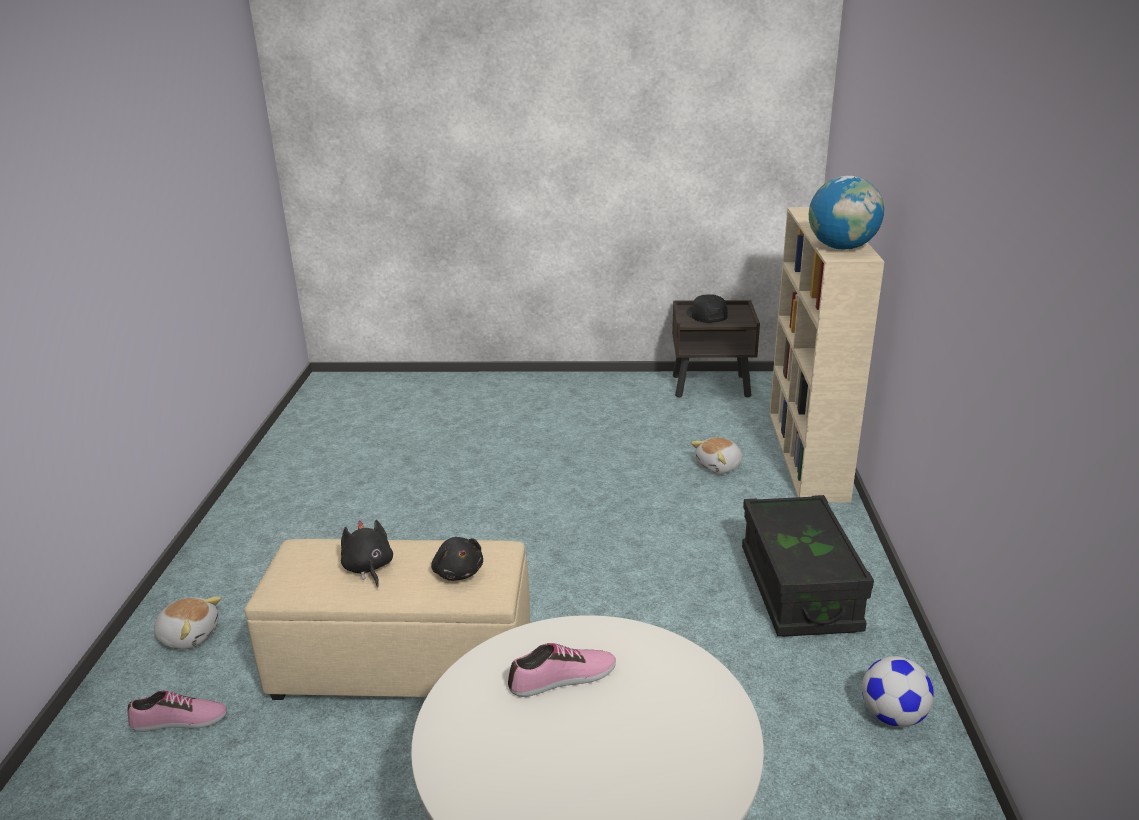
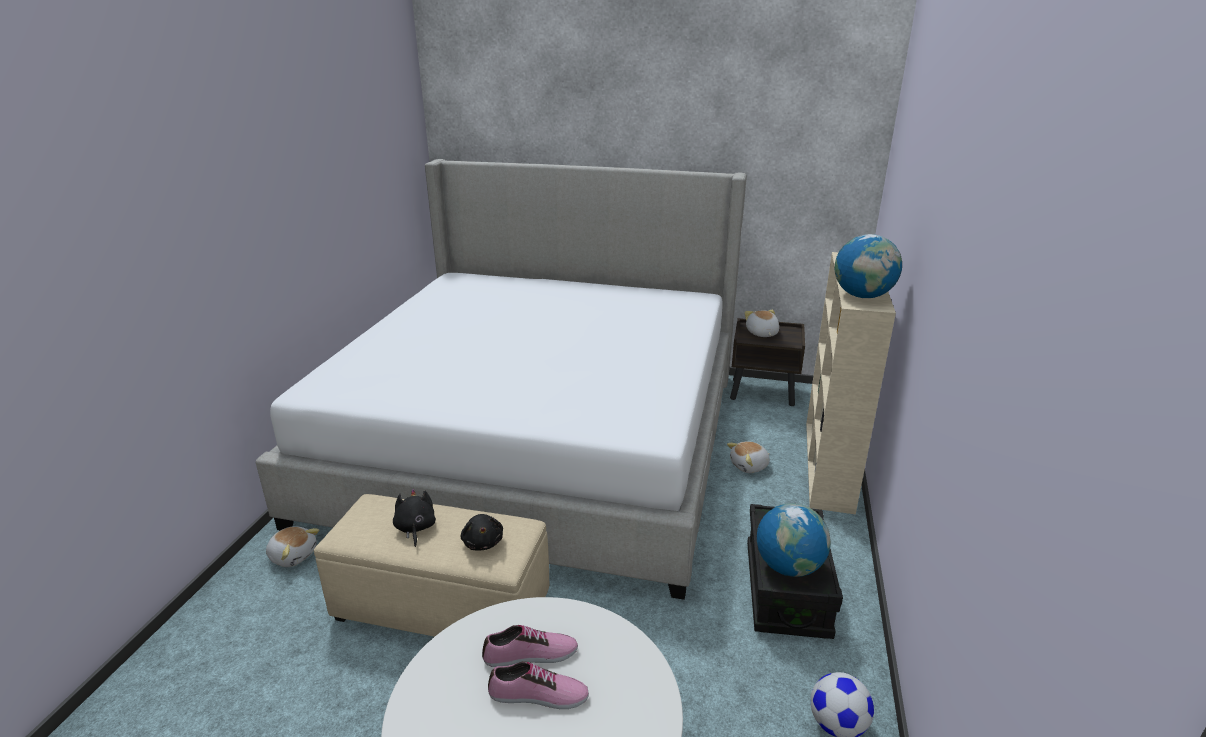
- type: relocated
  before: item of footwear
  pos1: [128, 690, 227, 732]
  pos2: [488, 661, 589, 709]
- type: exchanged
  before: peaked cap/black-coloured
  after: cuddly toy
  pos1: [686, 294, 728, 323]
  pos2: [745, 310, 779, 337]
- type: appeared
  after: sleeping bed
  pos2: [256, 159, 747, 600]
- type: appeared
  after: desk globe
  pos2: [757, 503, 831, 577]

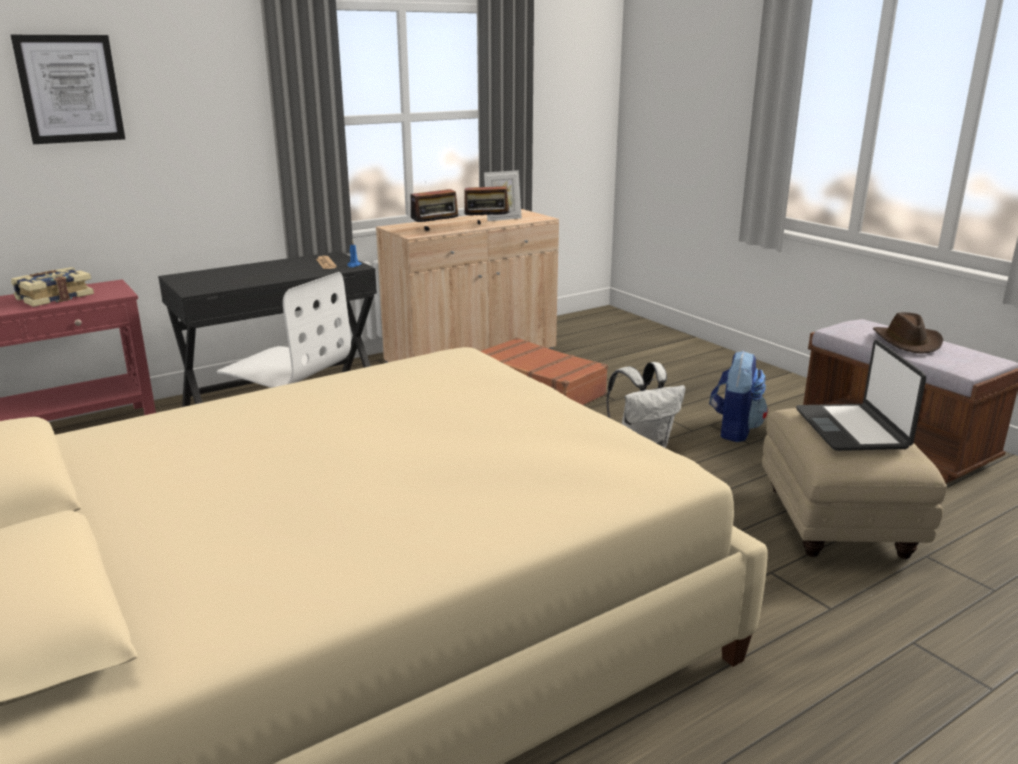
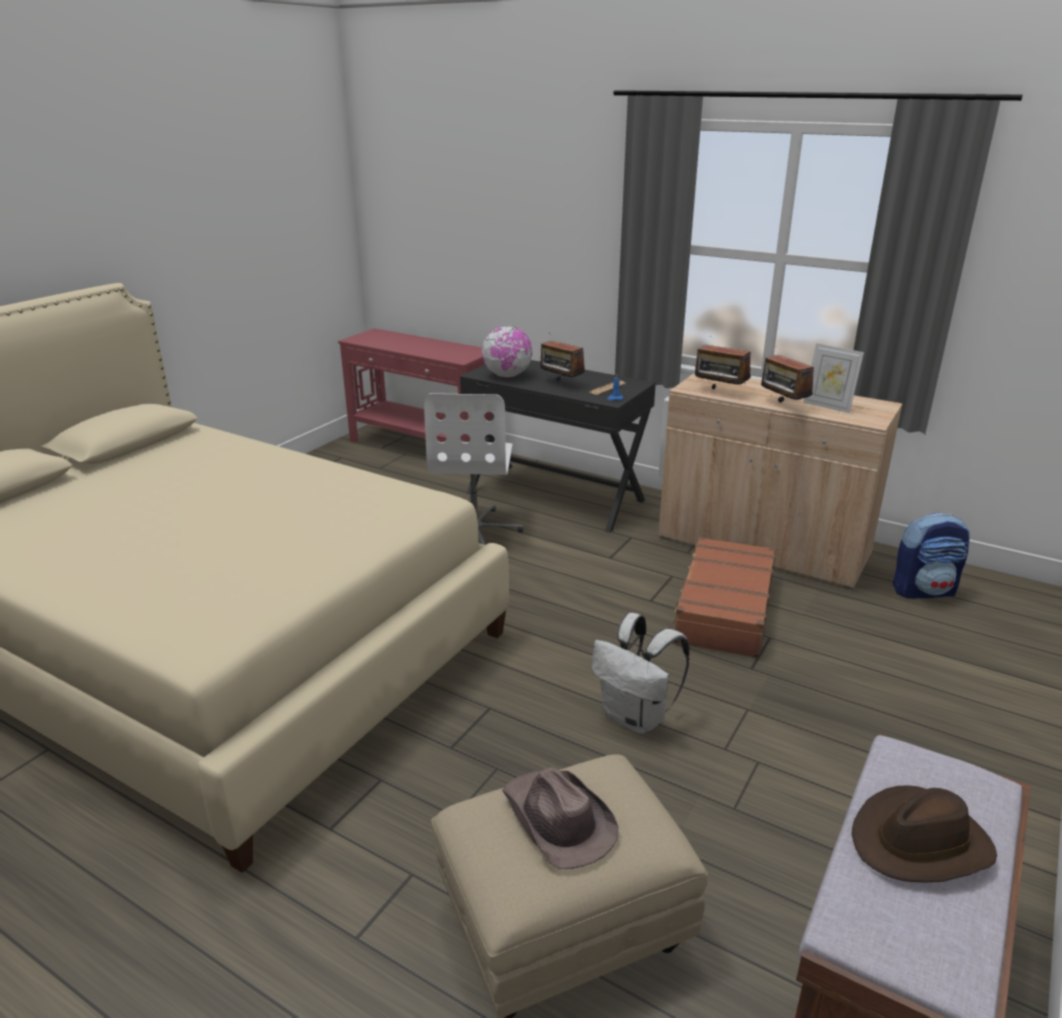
- type: missing
  before: wall picture
  pos1: [11, 35, 125, 144]
- type: missing
  before: volume
  pos1: [11, 267, 94, 307]
- type: relocated
  before: backpack
  pos1: [709, 351, 768, 442]
  pos2: [893, 512, 970, 598]
- type: exchanged
  before: portable computer
  after: wearable hat/brown
  pos1: [796, 340, 926, 451]
  pos2: [502, 767, 619, 870]
- type: appeared
  after: desk globe
  pos2: [482, 326, 532, 377]
- type: appeared
  after: radio receiver
  pos2: [540, 340, 585, 381]

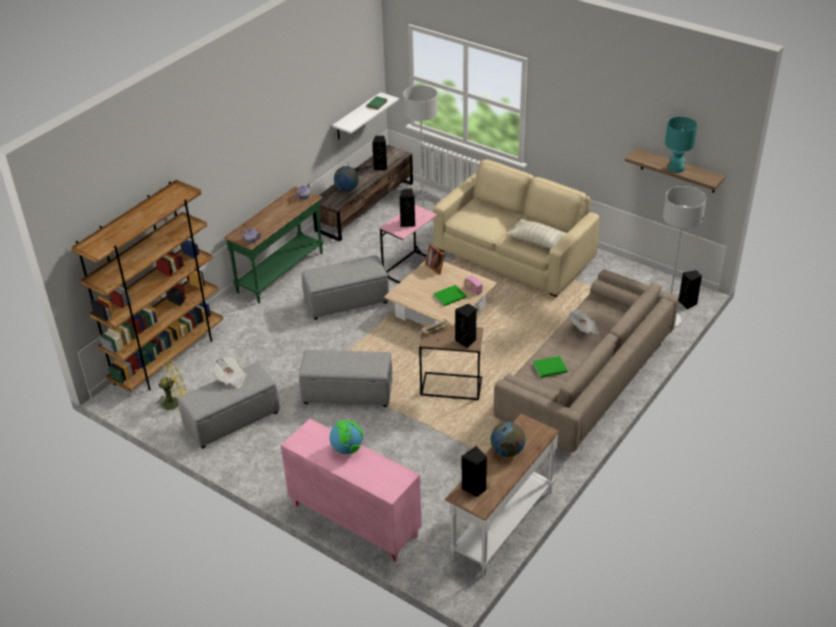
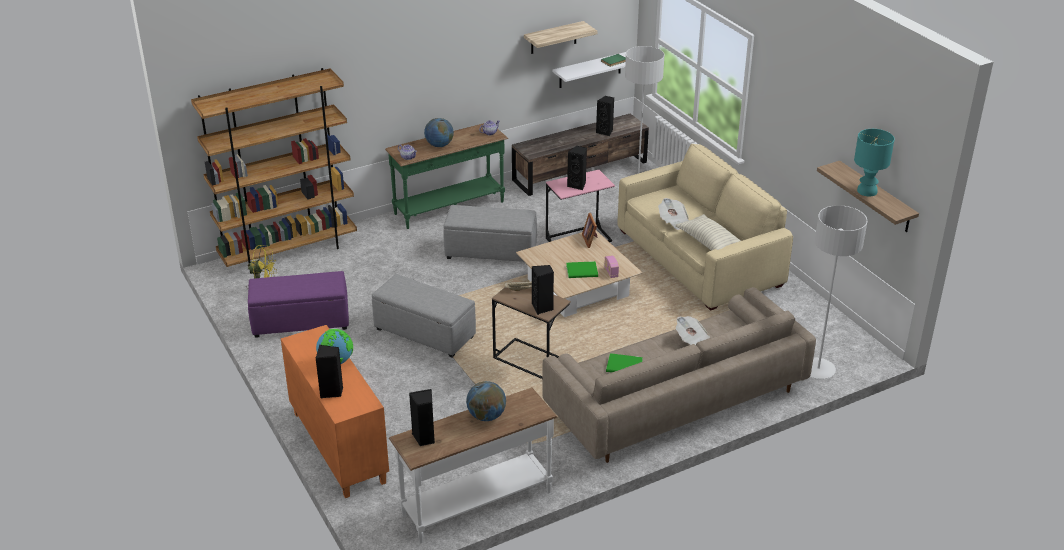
- type: colour
  before: footrest/grey
  after: footrest/purple
  pos1: [178, 362, 280, 449]
  pos2: [248, 271, 349, 338]
- type: relocated
  before: newspaper
  pos1: [213, 357, 247, 388]
  pos2: [658, 198, 689, 230]
- type: colour
  before: cupboard/pink-coloured
  after: cupboard/orangey
  pos1: [281, 419, 422, 563]
  pos2: [281, 325, 389, 498]
- type: relocated
  before: desk globe
  pos1: [334, 166, 359, 191]
  pos2: [424, 118, 454, 147]
- type: relocated
  before: audio speaker/black-coloured
  pos1: [679, 270, 702, 309]
  pos2: [316, 345, 343, 399]
- type: appeared
  after: bracket shelf
  pos2: [524, 21, 598, 54]

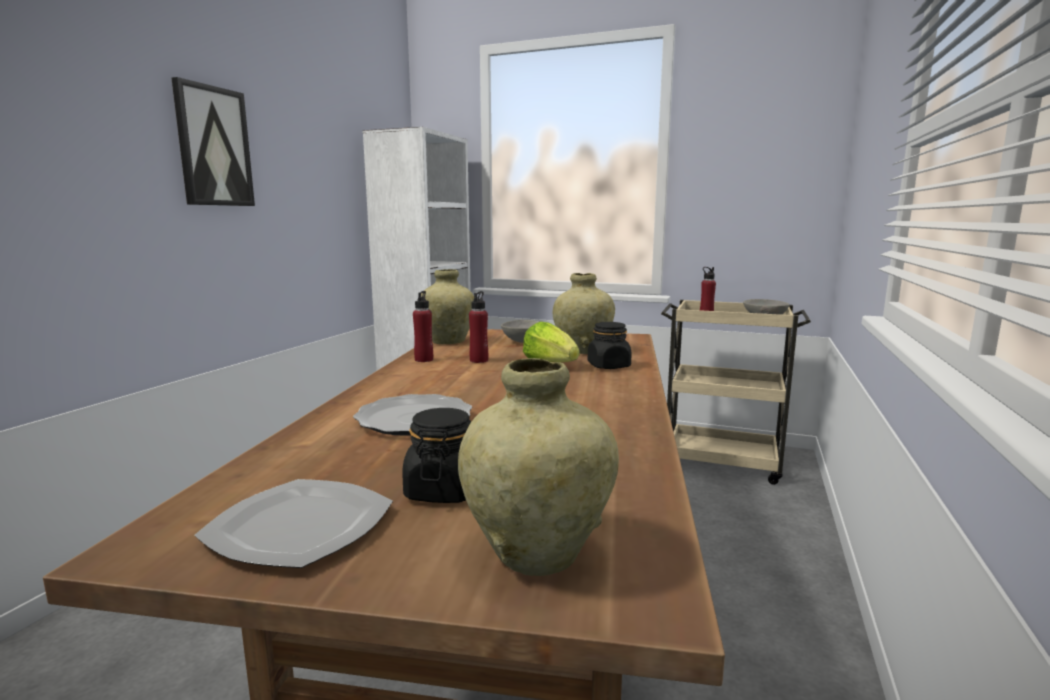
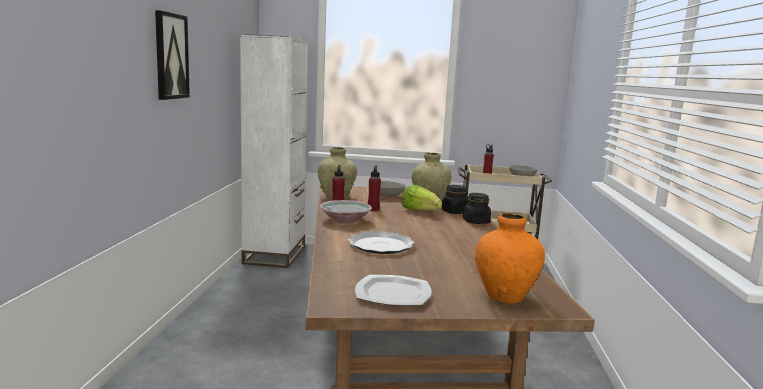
- type: relocated
  before: preserve jar/black-coloured
  pos1: [402, 408, 471, 503]
  pos2: [463, 193, 491, 224]
- type: colour
  before: flower vase/beige
  after: flower vase/orangey
  pos1: [458, 358, 619, 576]
  pos2: [475, 213, 545, 303]
- type: appeared
  after: bowl
  pos2: [320, 200, 372, 224]

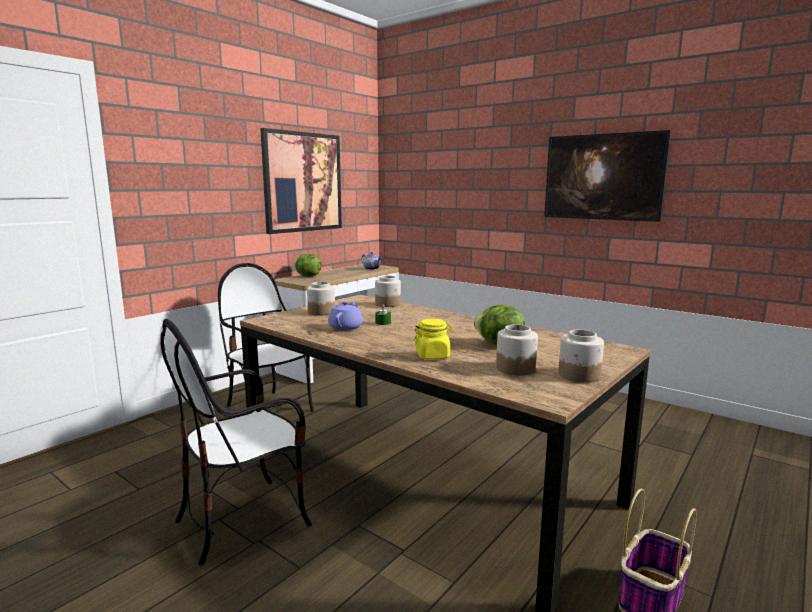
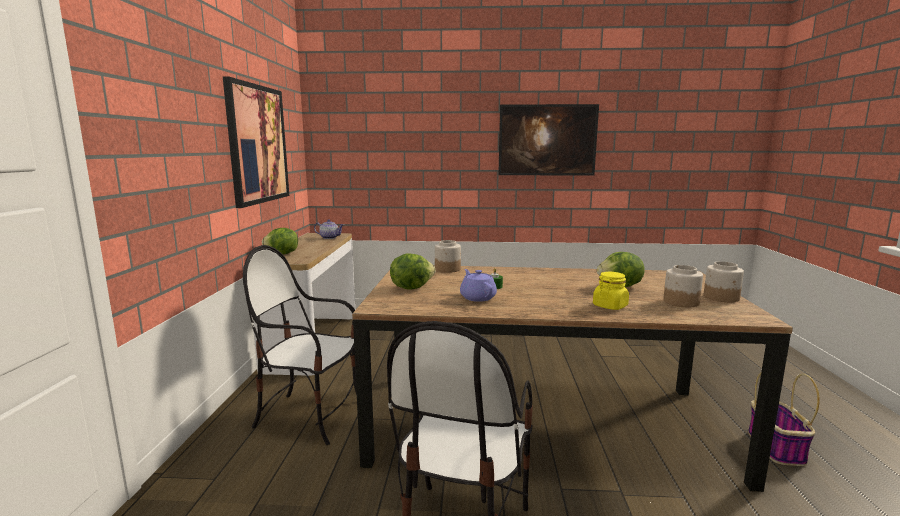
- type: exchanged
  before: preserve jar
  after: head of lettuce
  pos1: [307, 282, 335, 315]
  pos2: [390, 253, 435, 290]

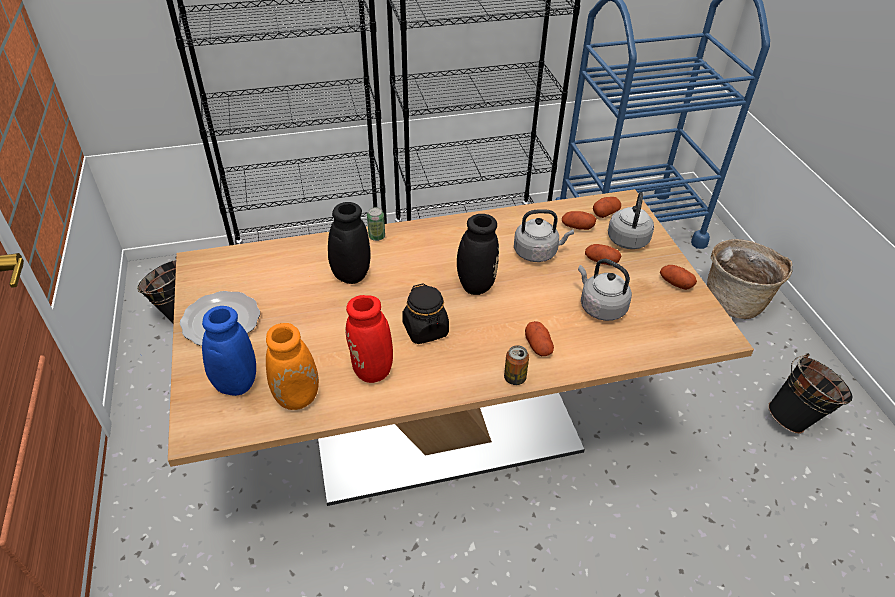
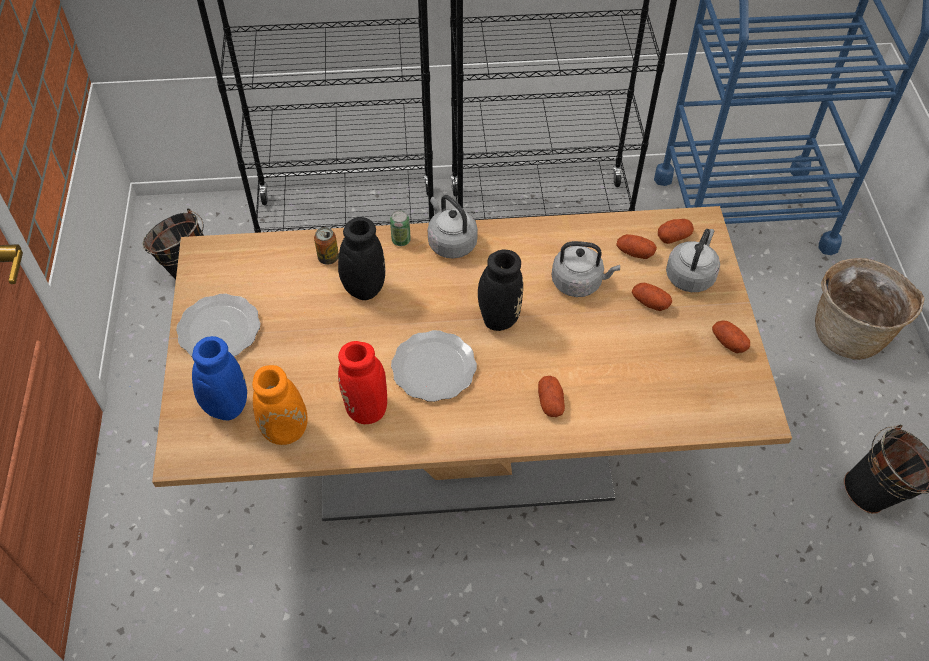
- type: exchanged
  before: preserve jar/black-coloured
  after: dinner plate
  pos1: [402, 283, 449, 344]
  pos2: [391, 330, 477, 402]
- type: relocated
  before: can
  pos1: [504, 345, 529, 385]
  pos2: [314, 227, 339, 265]
- type: relocated
  before: kettle/grey
  pos1: [578, 259, 632, 321]
  pos2: [428, 195, 478, 259]

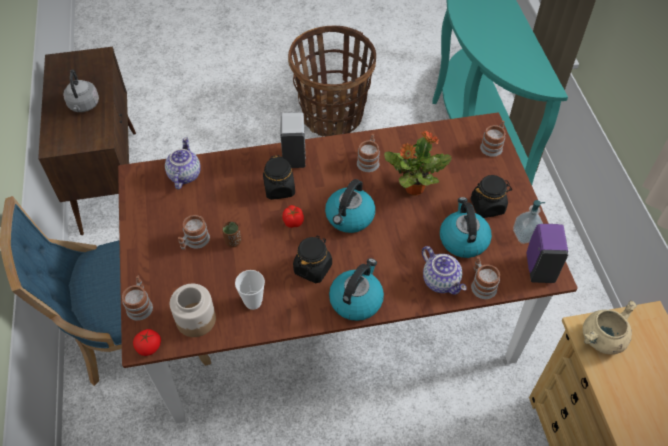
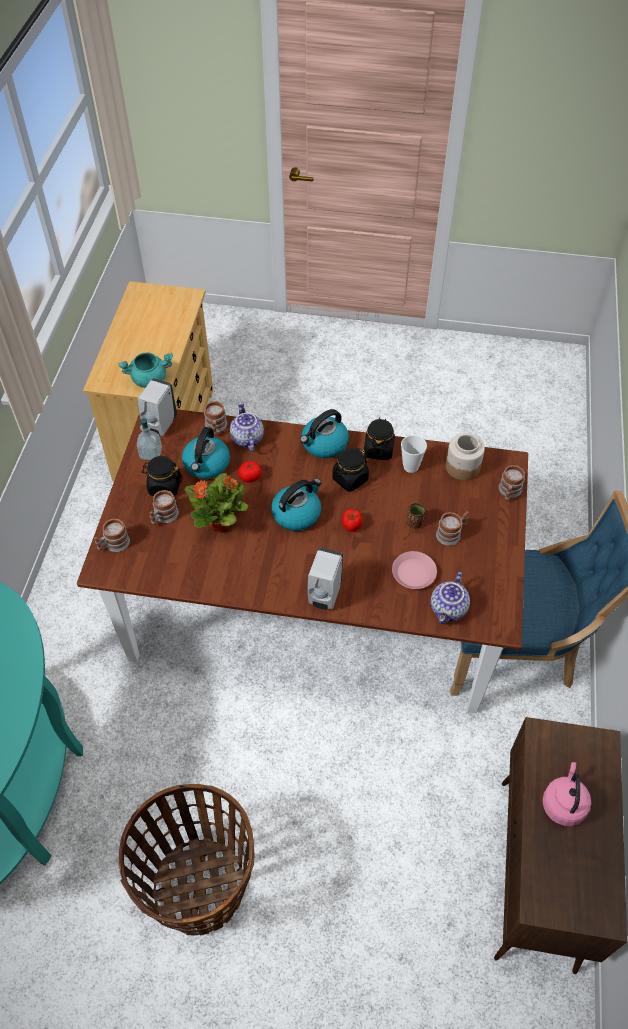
- type: colour
  before: kettle/grey
  after: kettle/pink-coloured
  pos1: [63, 70, 99, 112]
  pos2: [542, 762, 591, 826]
- type: relocated
  before: tomato
  pos1: [133, 329, 161, 356]
  pos2: [238, 461, 261, 483]
- type: relocated
  before: preserve jar/black-coloured
  pos1: [263, 155, 295, 200]
  pos2: [364, 418, 395, 460]
- type: relocated
  before: coffee mug
  pos1: [357, 134, 380, 172]
  pos2: [149, 490, 179, 525]
- type: colour
  before: soap bottle/purple
  after: soap bottle/white
  pos1: [526, 224, 568, 283]
  pos2: [137, 378, 177, 436]
- type: colour
  before: saucepot/beige
  after: saucepot/turquoise
  pos1: [583, 300, 637, 355]
  pos2: [119, 352, 173, 388]
- type: appeared
  after: dinner plate/pink-coloured
  pos2: [392, 551, 437, 589]

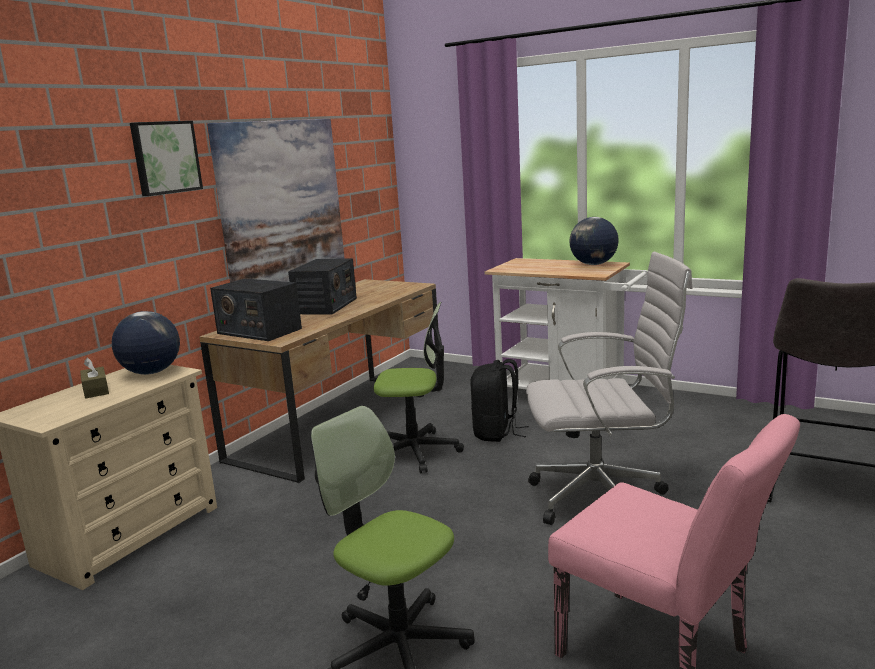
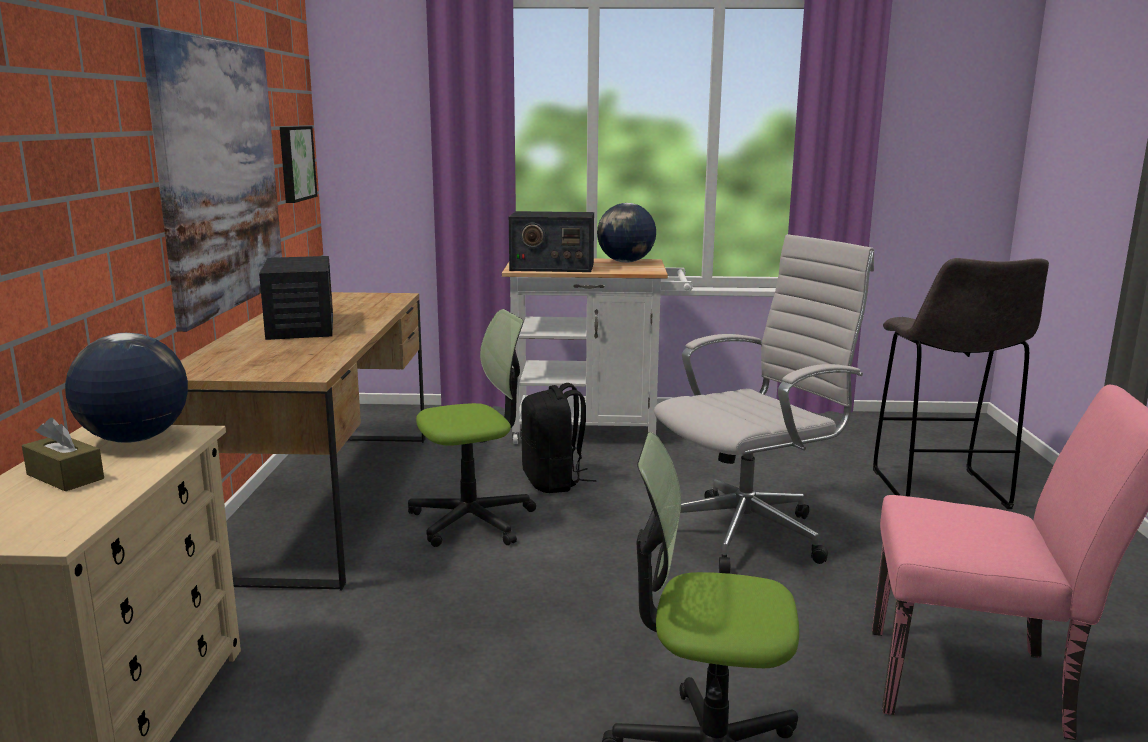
- type: relocated
  before: wall picture
  pos1: [130, 121, 203, 196]
  pos2: [280, 126, 317, 203]
- type: relocated
  before: radio receiver
  pos1: [210, 278, 302, 341]
  pos2: [509, 211, 594, 272]

